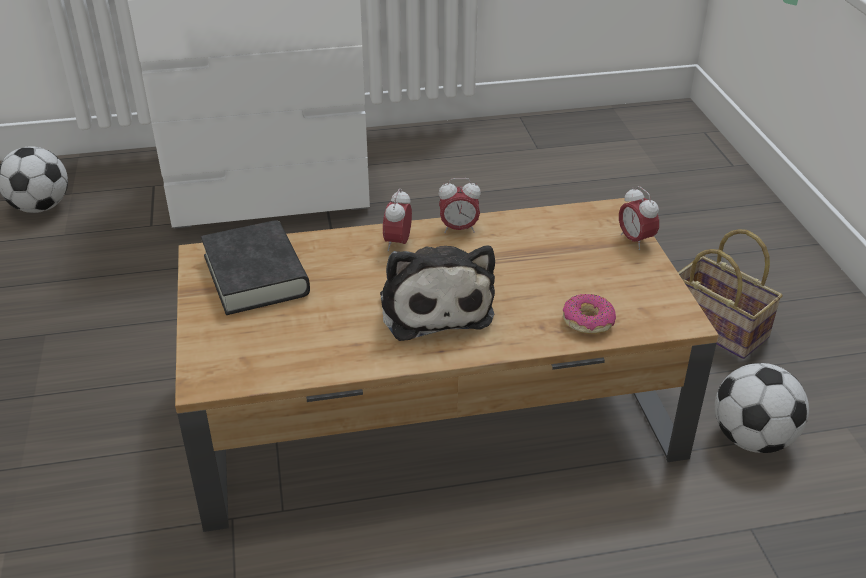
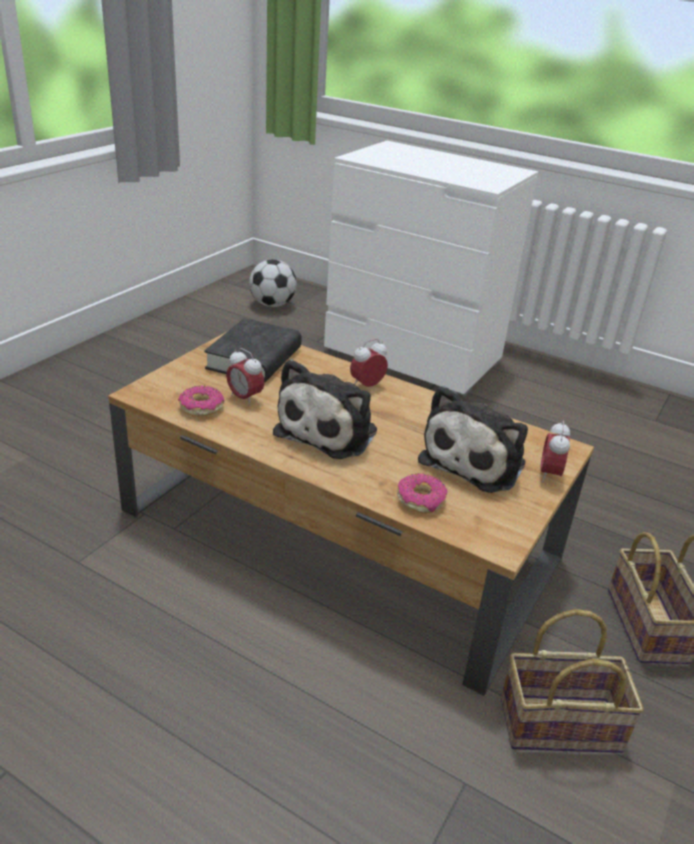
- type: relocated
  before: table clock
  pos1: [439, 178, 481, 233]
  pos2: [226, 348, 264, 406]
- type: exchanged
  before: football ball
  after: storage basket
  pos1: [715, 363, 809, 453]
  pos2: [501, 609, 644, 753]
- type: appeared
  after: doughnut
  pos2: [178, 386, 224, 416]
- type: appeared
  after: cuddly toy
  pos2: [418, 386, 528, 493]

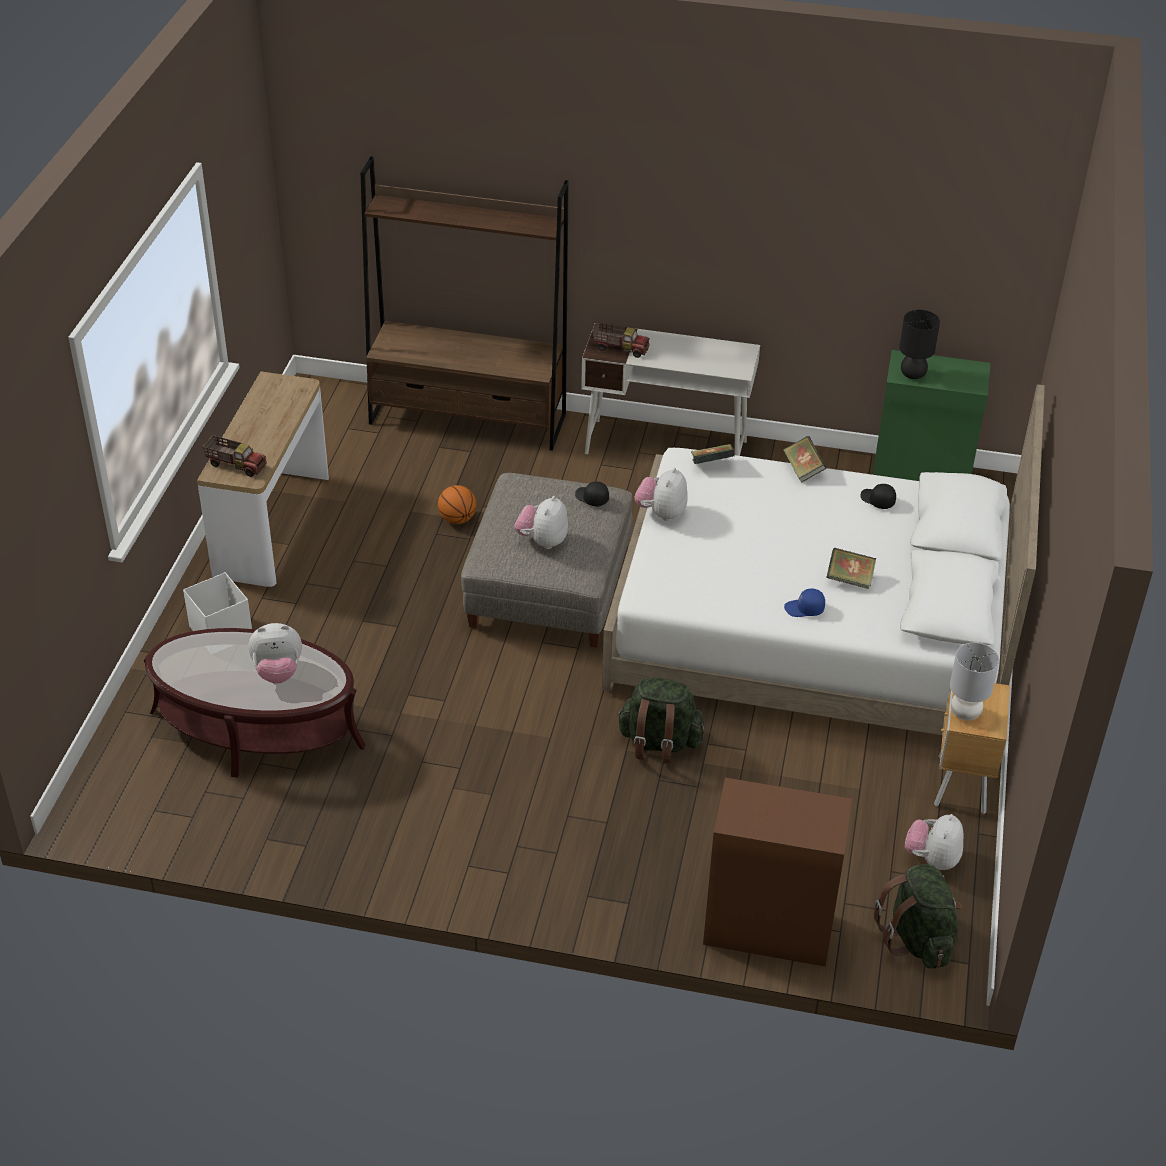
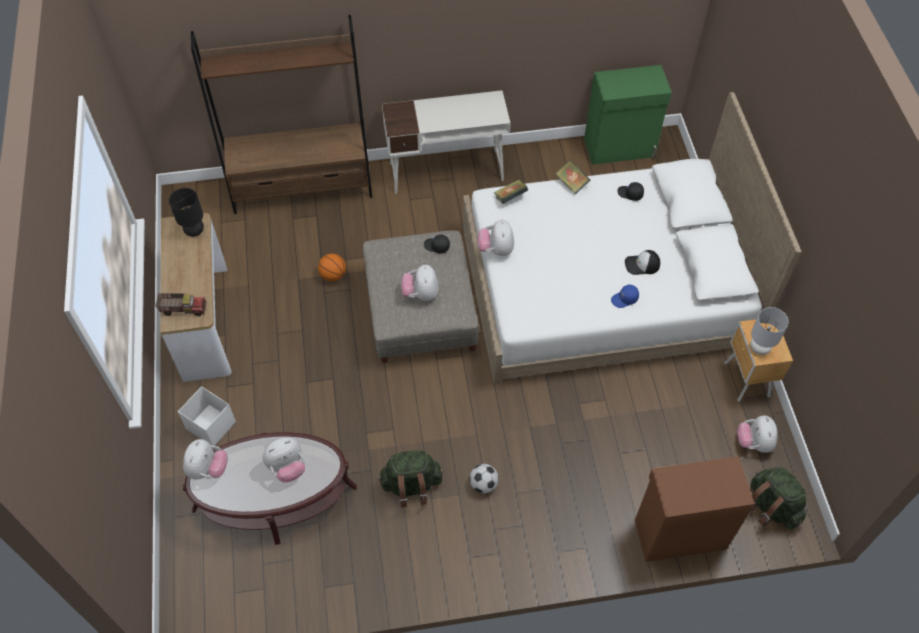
- type: missing
  before: model truck
  pos1: [592, 322, 650, 358]
- type: relocated
  before: backpack/green-coloured
  pos1: [617, 678, 704, 764]
  pos2: [378, 450, 443, 507]
- type: exchanged
  before: volume
  after: peaked cap
  pos1: [826, 548, 876, 589]
  pos2: [625, 250, 660, 275]
- type: relocated
  before: table lamp/black-coloured
  pos1: [899, 310, 940, 379]
  pos2: [169, 188, 204, 237]
- type: appeared
  after: cuddly toy
  pos2: [183, 439, 228, 480]
- type: appeared
  after: football ball
  pos2: [470, 464, 499, 493]

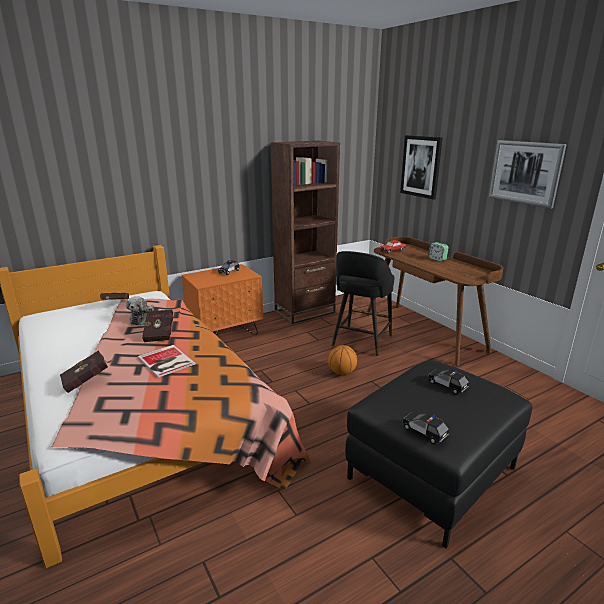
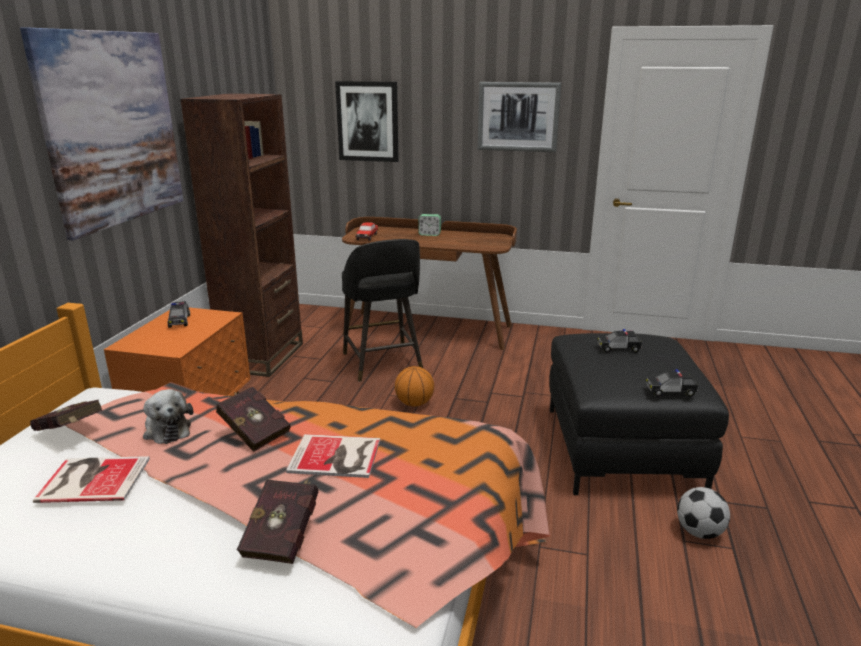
- type: appeared
  after: wall picture
  pos2: [20, 27, 183, 241]
- type: appeared
  after: volume
  pos2: [33, 456, 150, 503]
- type: appeared
  after: football ball
  pos2: [677, 487, 730, 539]

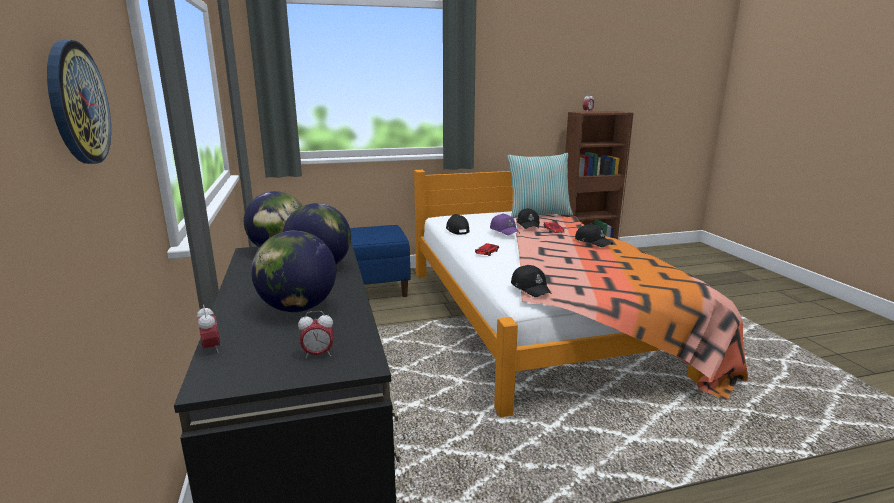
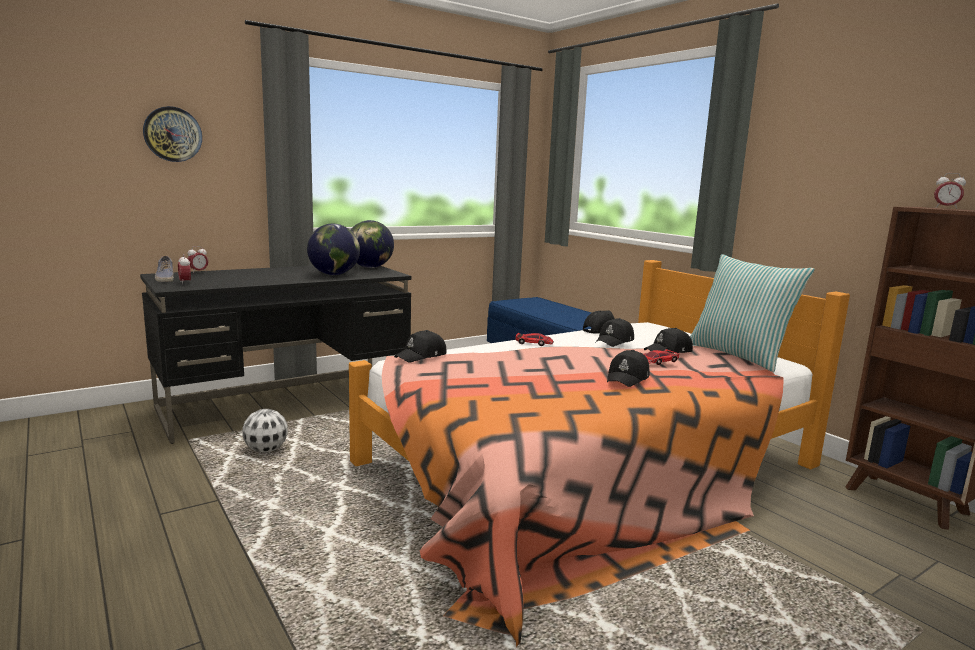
- type: missing
  before: desk globe
  pos1: [251, 231, 336, 312]
- type: colour
  before: peaked cap/purple
  after: peaked cap/black-coloured
  pos1: [490, 214, 520, 235]
  pos2: [596, 318, 634, 347]
- type: appeared
  after: item of footwear
  pos2: [155, 255, 174, 282]
- type: appeared
  after: football ball
  pos2: [242, 409, 288, 453]

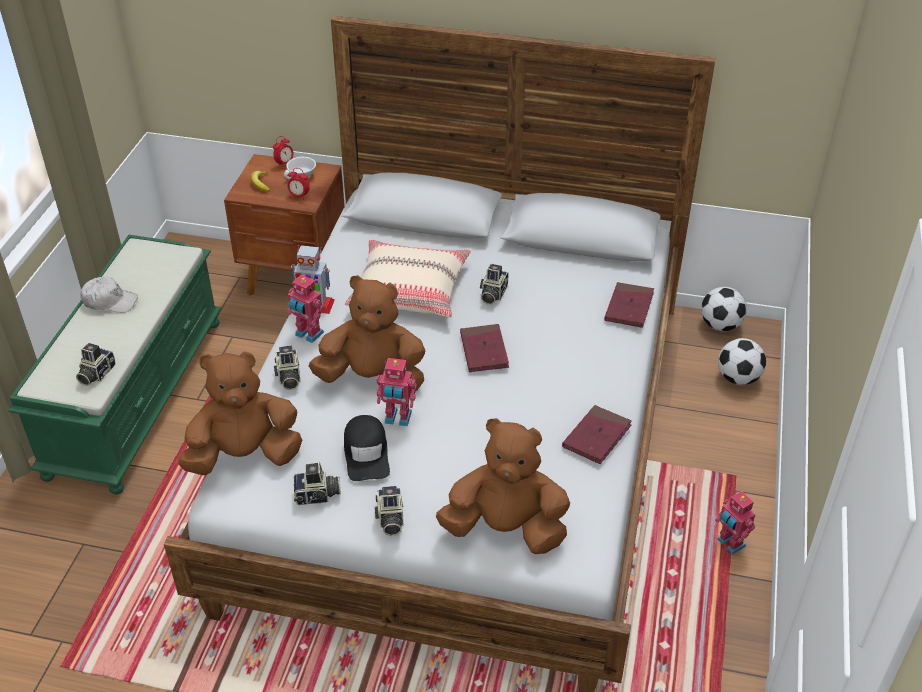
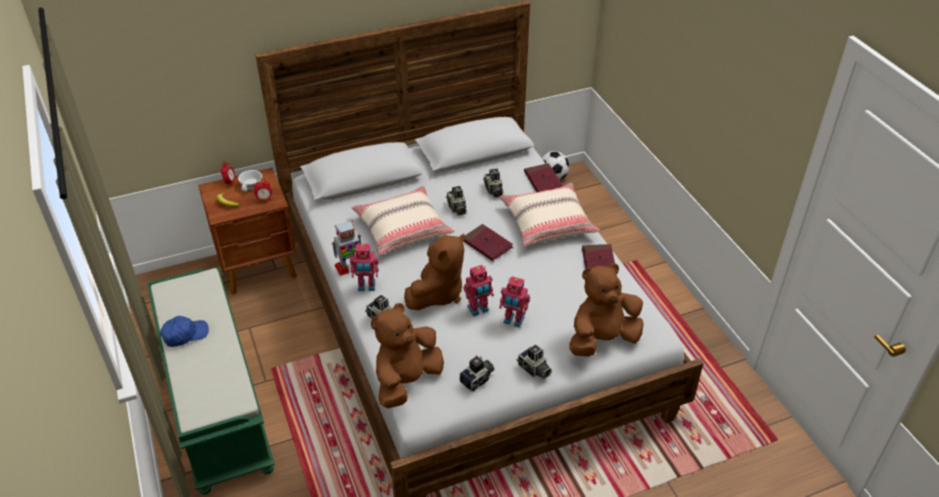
- type: relocated
  before: still camera
  pos1: [76, 343, 116, 386]
  pos2: [483, 169, 503, 198]
- type: colour
  before: peaked cap/white
  after: peaked cap/blue
  pos1: [81, 277, 138, 313]
  pos2: [160, 316, 209, 347]
- type: spun
  before: cuddly toy/brown
  pos1: [309, 275, 426, 392]
  pos2: [404, 234, 465, 310]
  turn: 150
- type: missing
  before: peaked cap/black-coloured
  pos1: [344, 415, 390, 481]
- type: relocated
  before: model robot
  pos1: [715, 491, 756, 555]
  pos2: [499, 276, 530, 328]
- type: missing
  before: football ball
  pos1: [718, 338, 766, 385]
- type: appeared
  after: pillow/beige
  pos2: [499, 183, 600, 246]

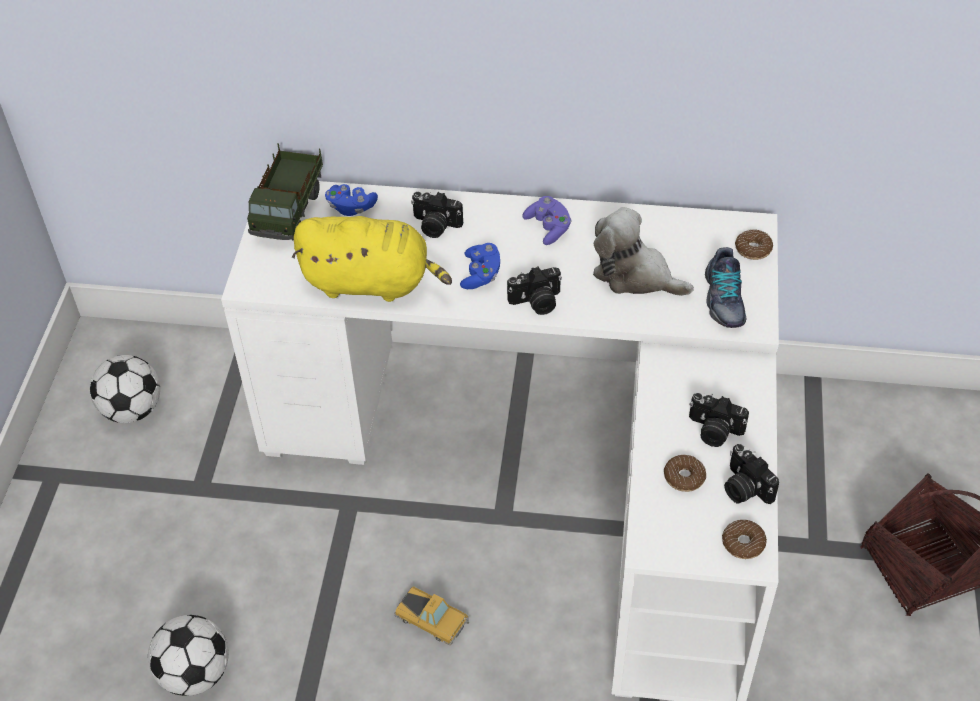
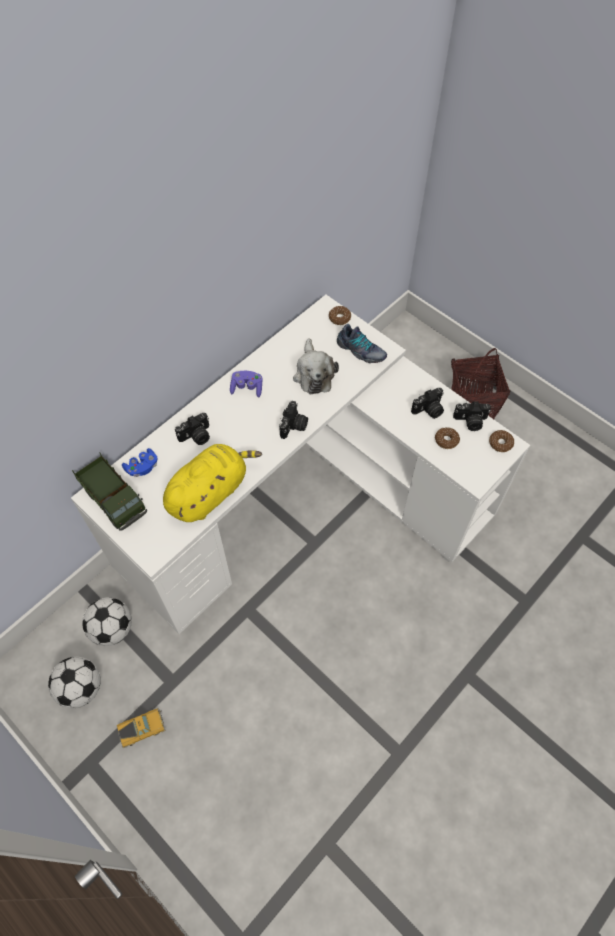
- type: relocated
  before: football ball
  pos1: [148, 615, 229, 696]
  pos2: [82, 598, 132, 646]
- type: relocated
  before: toy car
  pos1: [394, 586, 469, 645]
  pos2: [117, 708, 166, 748]
- type: missing
  before: joypad/blue
  pos1: [460, 243, 500, 289]
- type: spun
  before: cuddly toy
  pos1: [593, 207, 694, 296]
  pos2: [293, 339, 339, 394]
  turn: -75

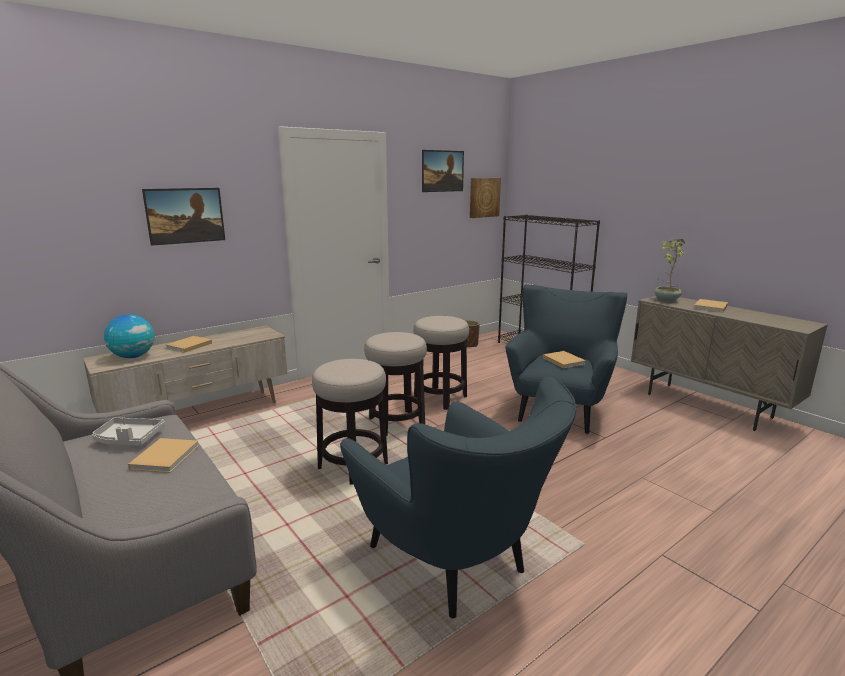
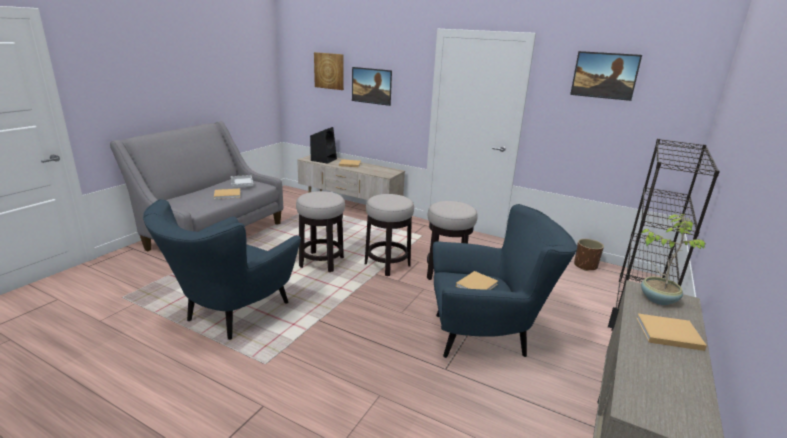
- type: exchanged
  before: desk globe
  after: audio speaker/black-coloured
  pos1: [104, 314, 155, 358]
  pos2: [310, 127, 337, 164]
- type: relocated
  before: wall picture
  pos1: [470, 178, 501, 218]
  pos2: [314, 52, 344, 90]

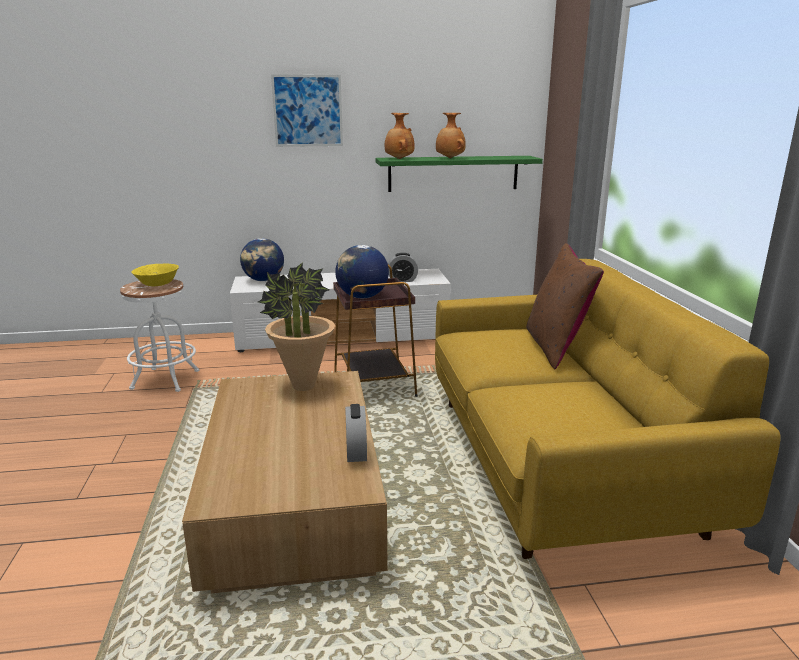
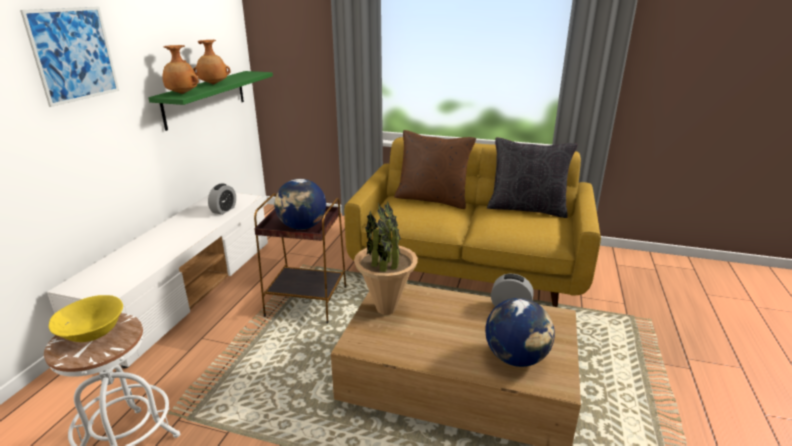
- type: relocated
  before: desk globe
  pos1: [240, 238, 284, 281]
  pos2: [485, 298, 554, 367]
- type: appeared
  after: pillow/black-coloured
  pos2: [487, 138, 577, 218]

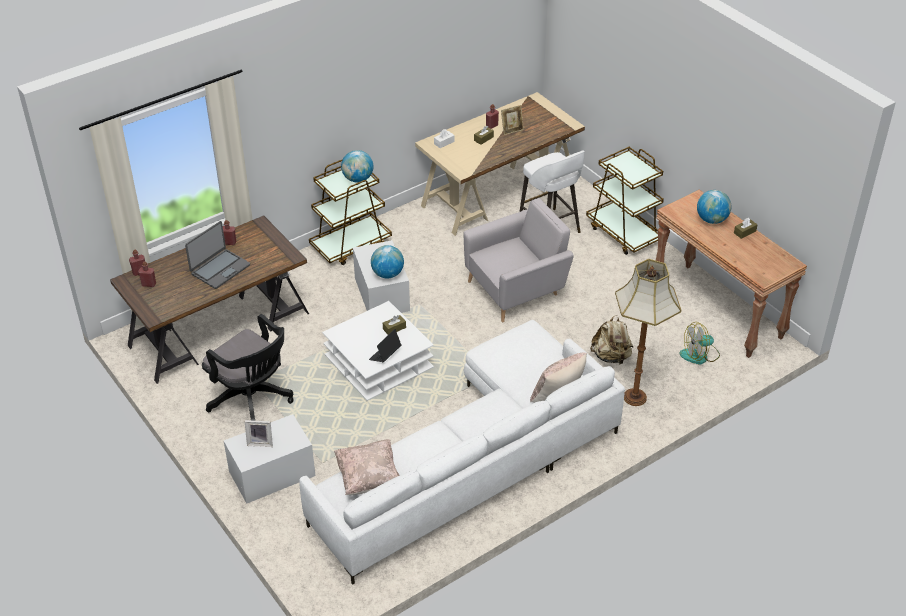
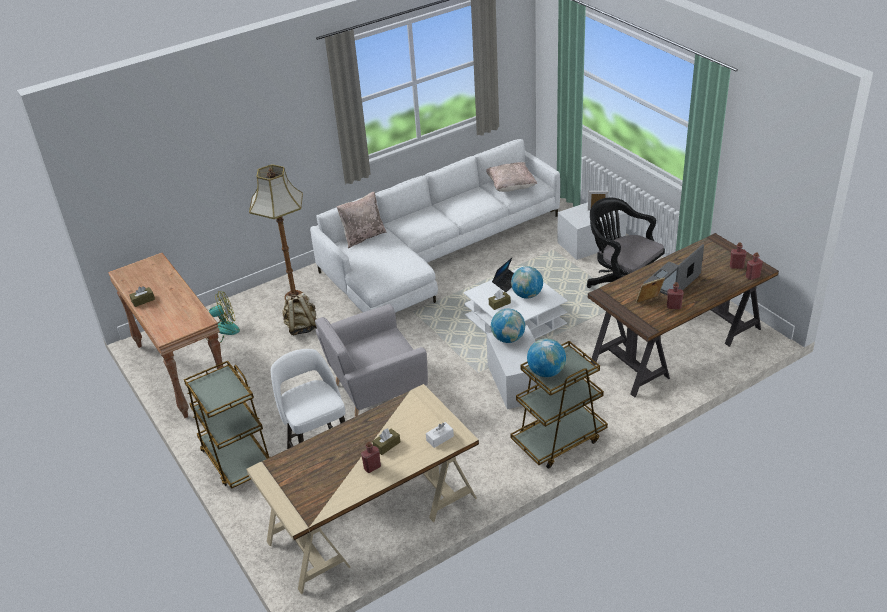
- type: relocated
  before: photo frame
  pos1: [501, 105, 524, 135]
  pos2: [636, 277, 665, 303]
- type: relocated
  before: desk globe
  pos1: [697, 190, 731, 224]
  pos2: [511, 266, 543, 299]

